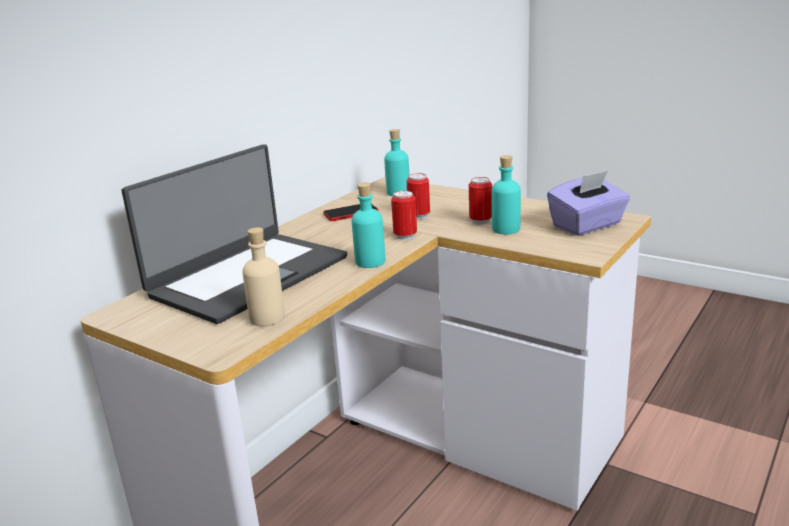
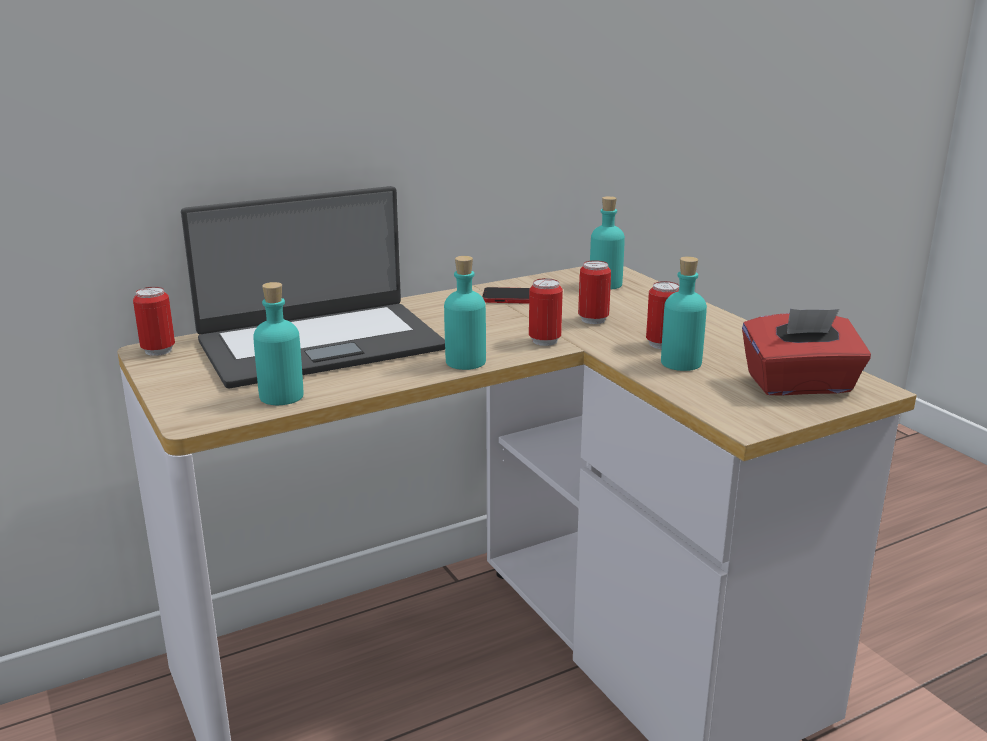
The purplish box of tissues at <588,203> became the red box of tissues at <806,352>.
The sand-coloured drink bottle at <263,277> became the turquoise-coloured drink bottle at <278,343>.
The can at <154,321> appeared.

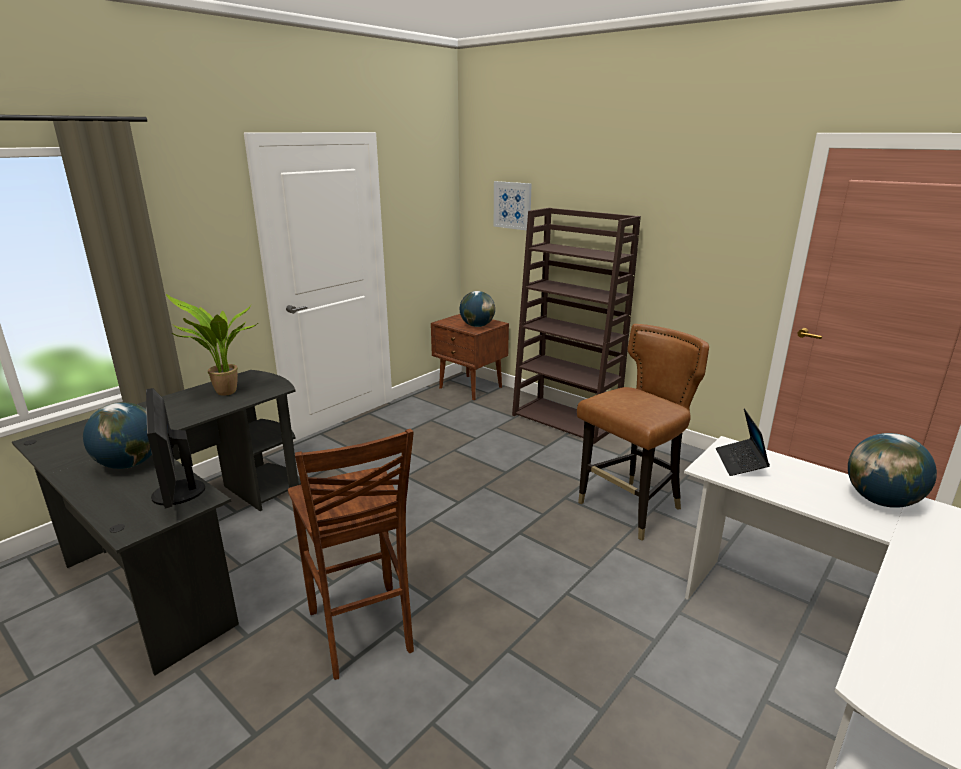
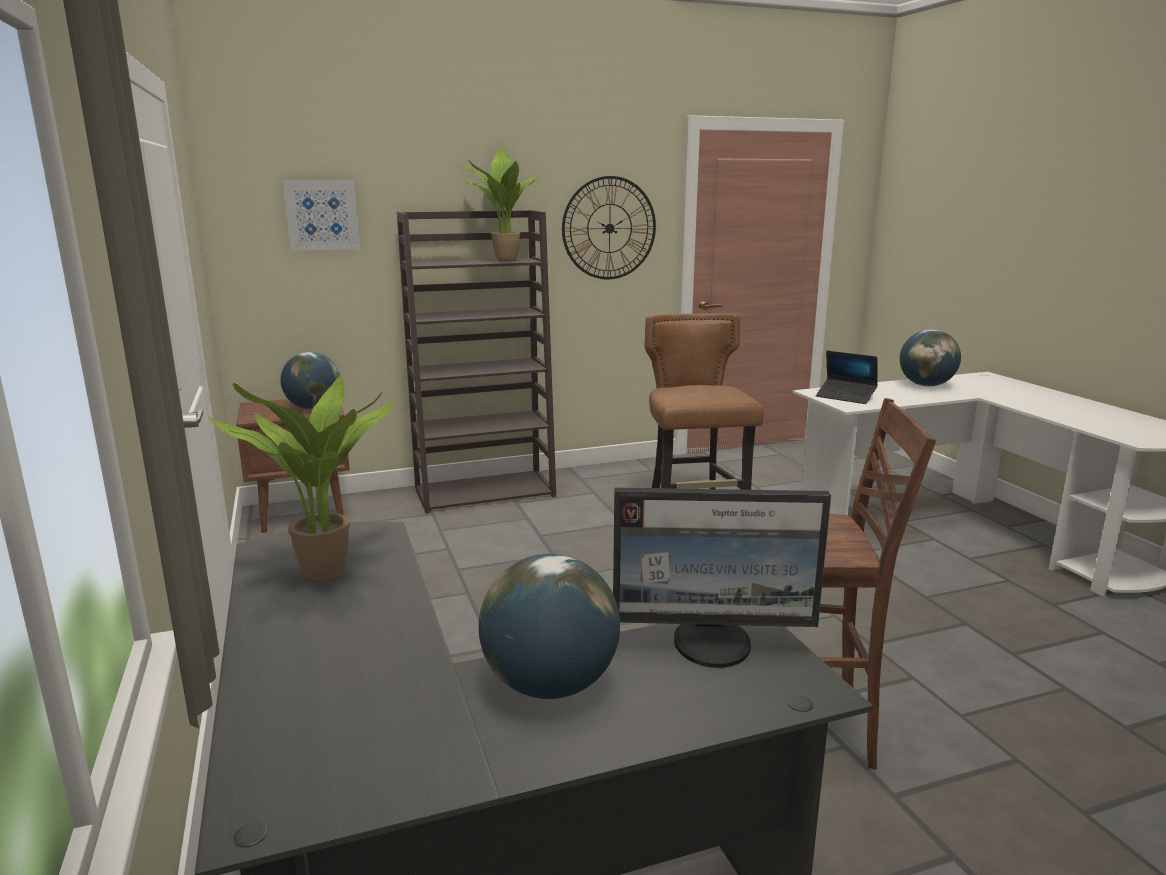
The potted plant at <501,204> appeared.
The wall clock at <609,227> appeared.

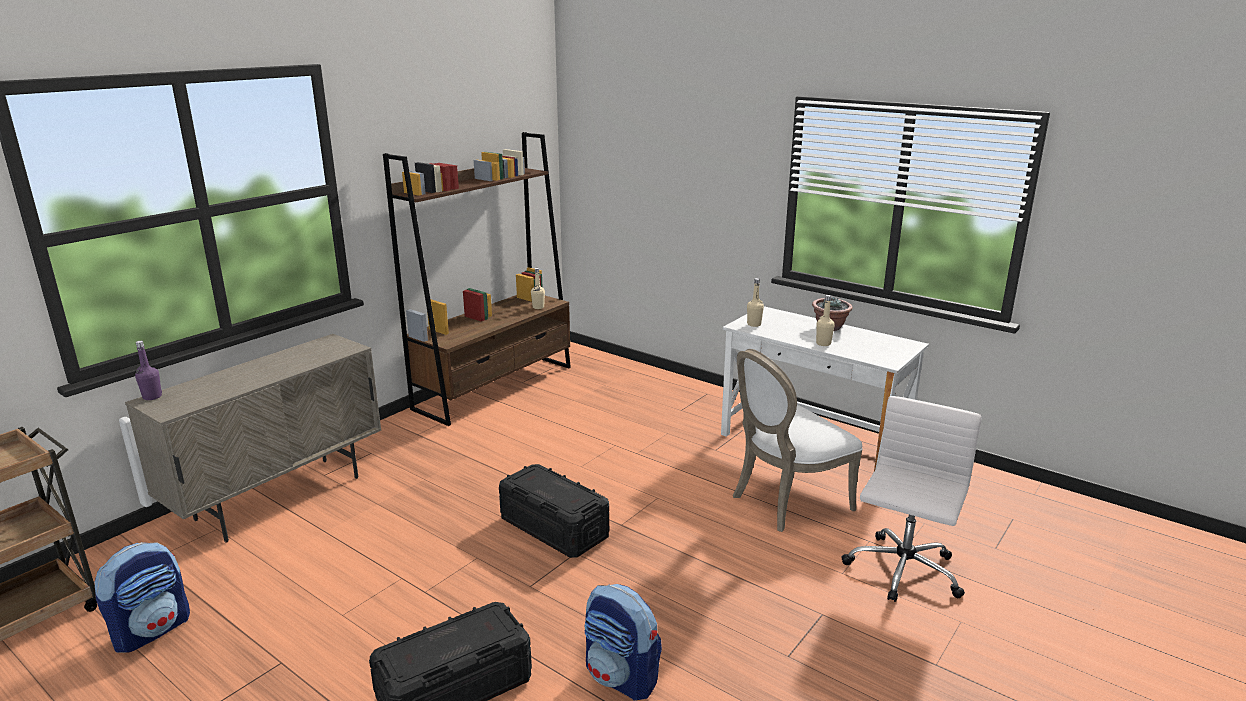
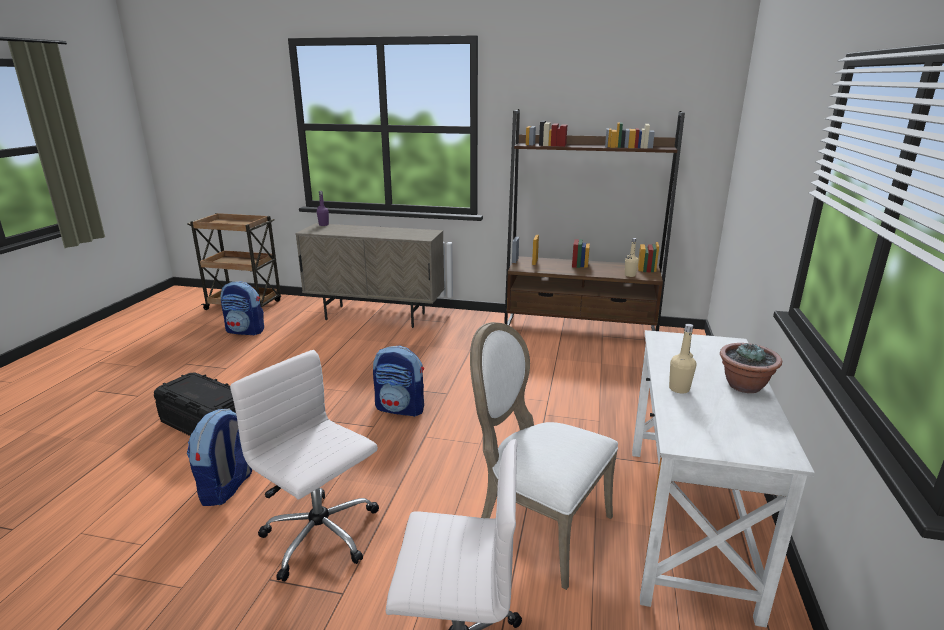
The sand-coloured drink bottle at <755,302> disappeared.
The black-coloured storage container at <554,511> was replaced by the knapsack at <398,381>.
The white office chair at <304,466> appeared.

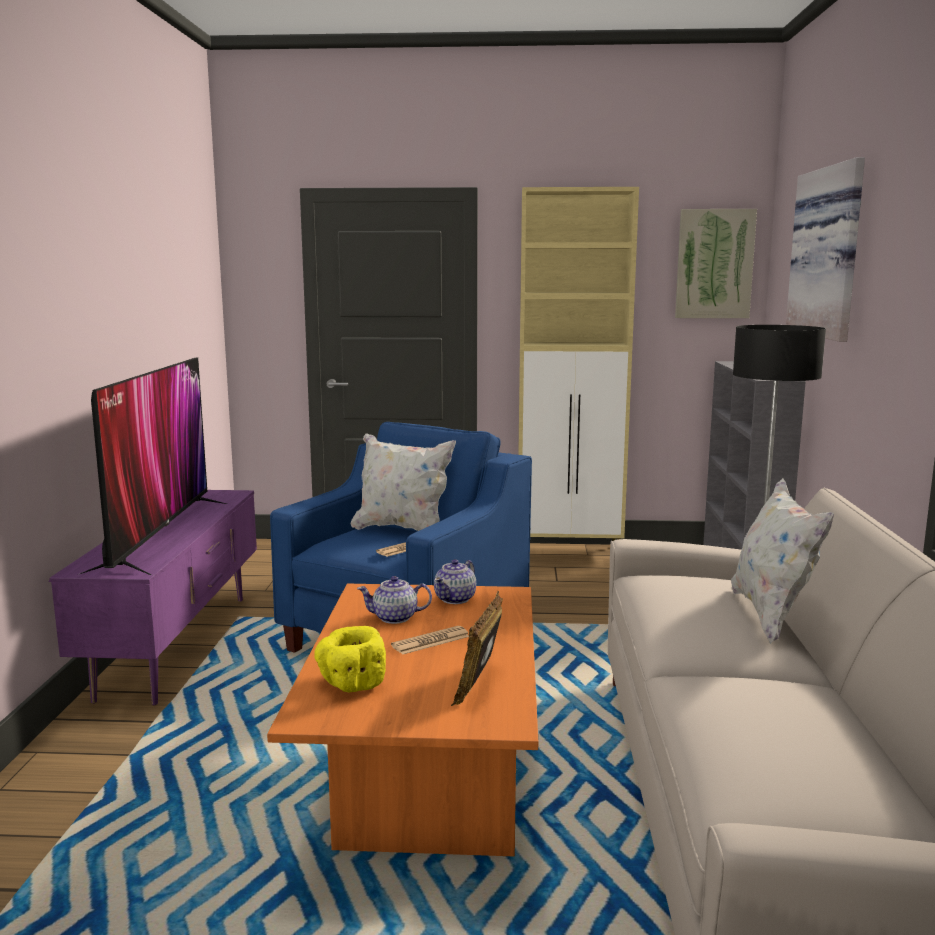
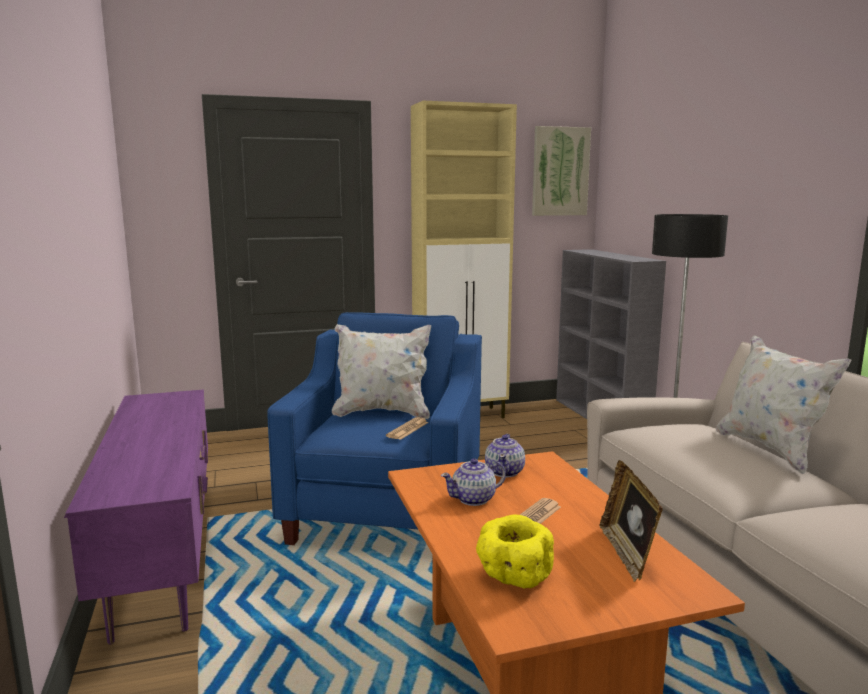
The wall art at <825,249> disappeared.
The TV set at <152,466> disappeared.

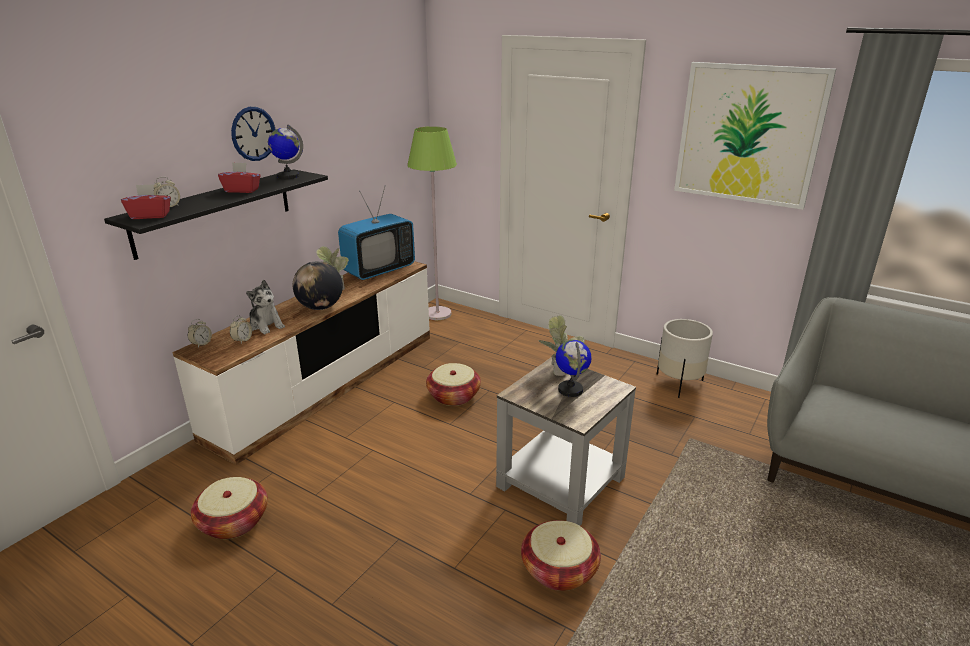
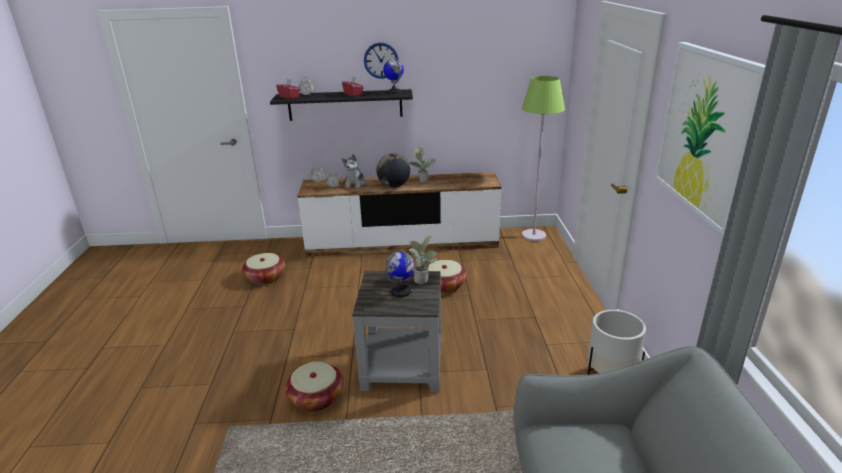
The TV set at <376,232> disappeared.

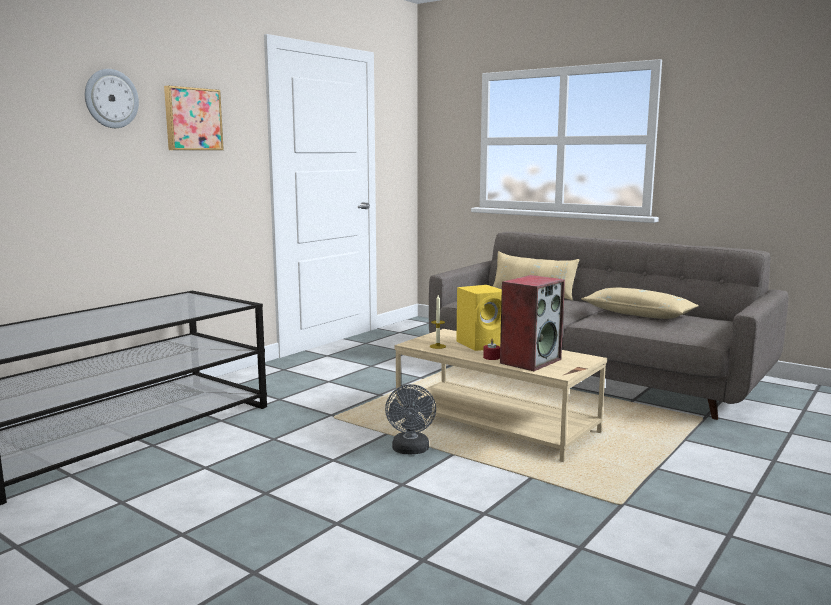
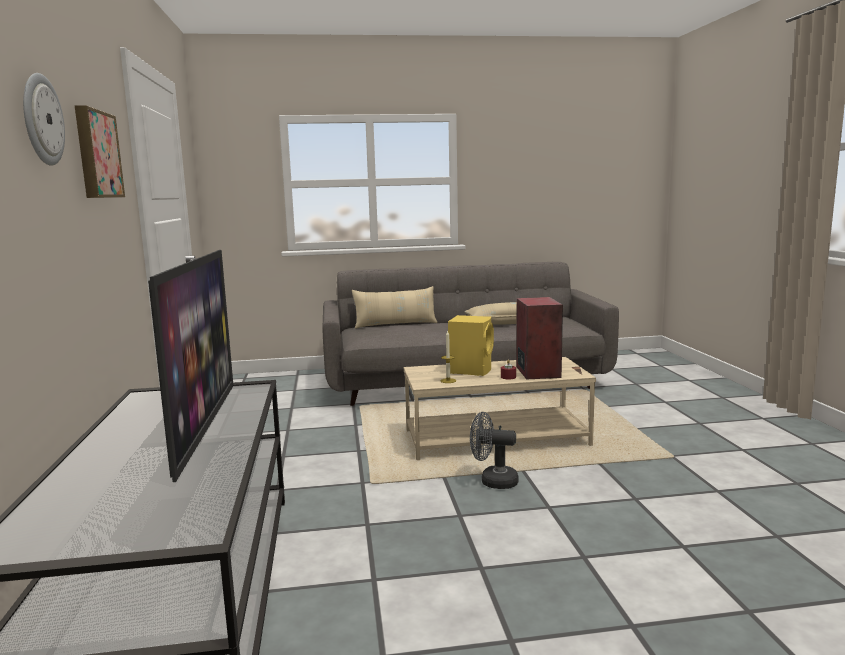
The grey fan at <410,419> turned 150 degrees clockwise.
The TV set at <191,366> appeared.

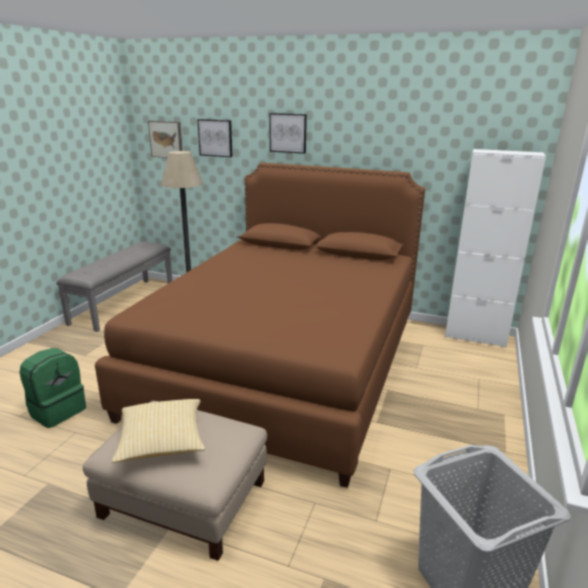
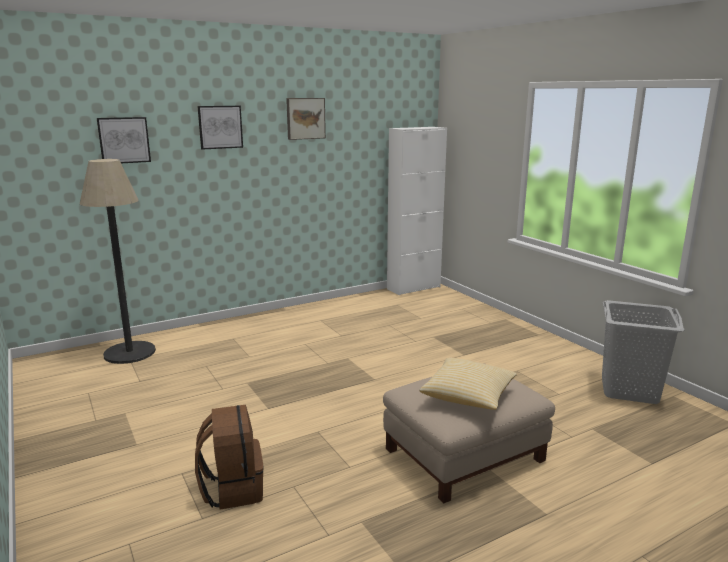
The wall art moved from <165,139> to <306,119>.
The brownish sleeping bed at <260,325> disappeared.
The grey long seat at <114,287> disappeared.
The green-coloured knapsack at <53,388> became the brownish knapsack at <229,457>.

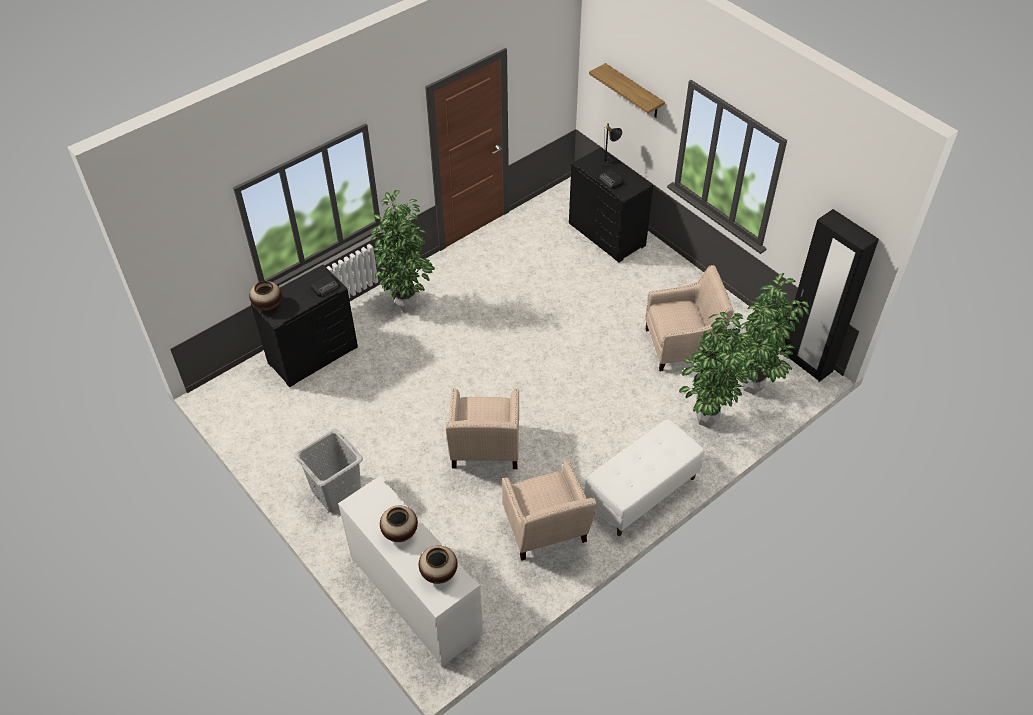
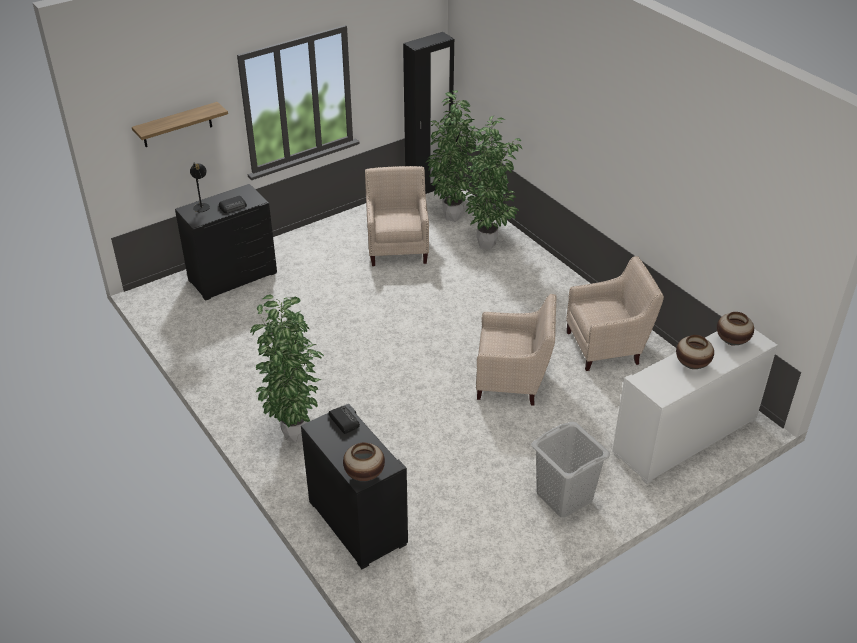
The white long seat at <644,477> disappeared.

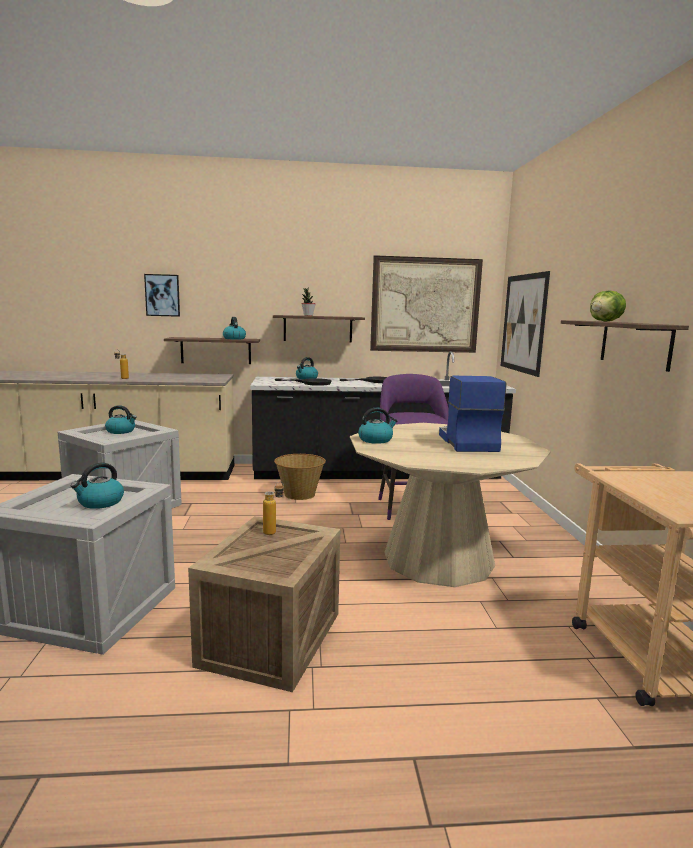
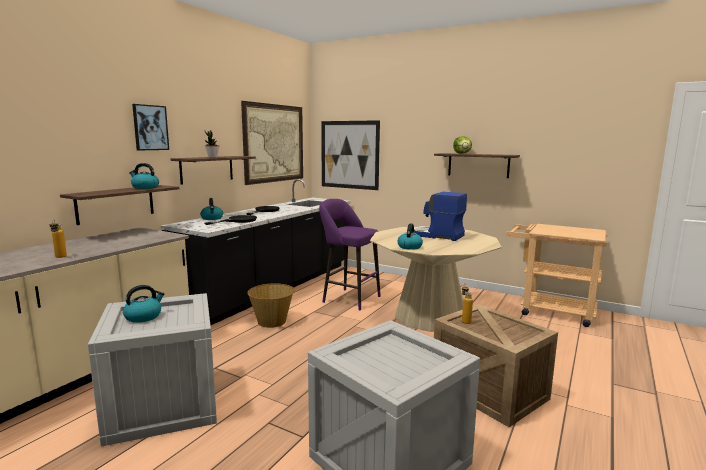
The wall art moved from <162,295> to <150,127>.
The tea kettle at <97,485> disappeared.

